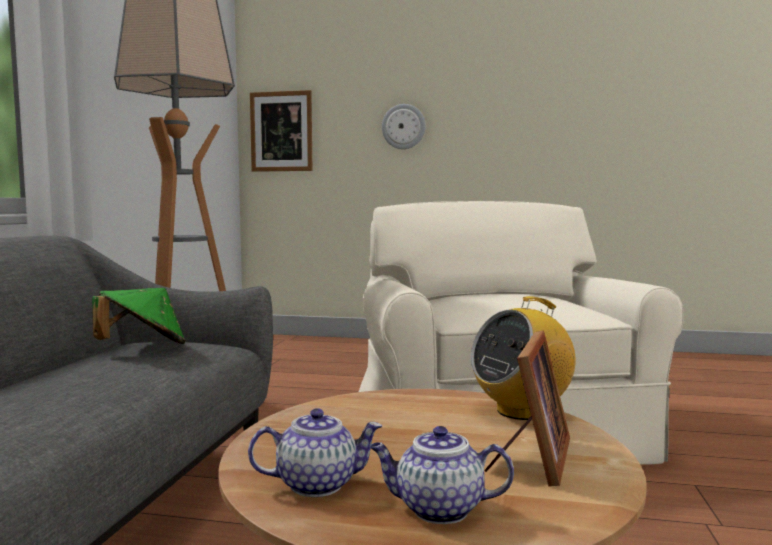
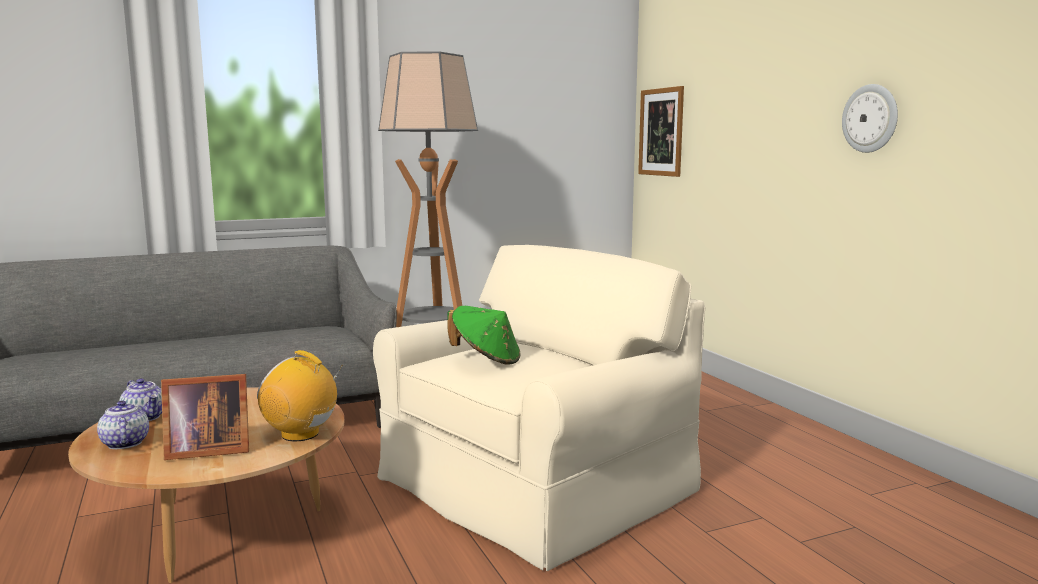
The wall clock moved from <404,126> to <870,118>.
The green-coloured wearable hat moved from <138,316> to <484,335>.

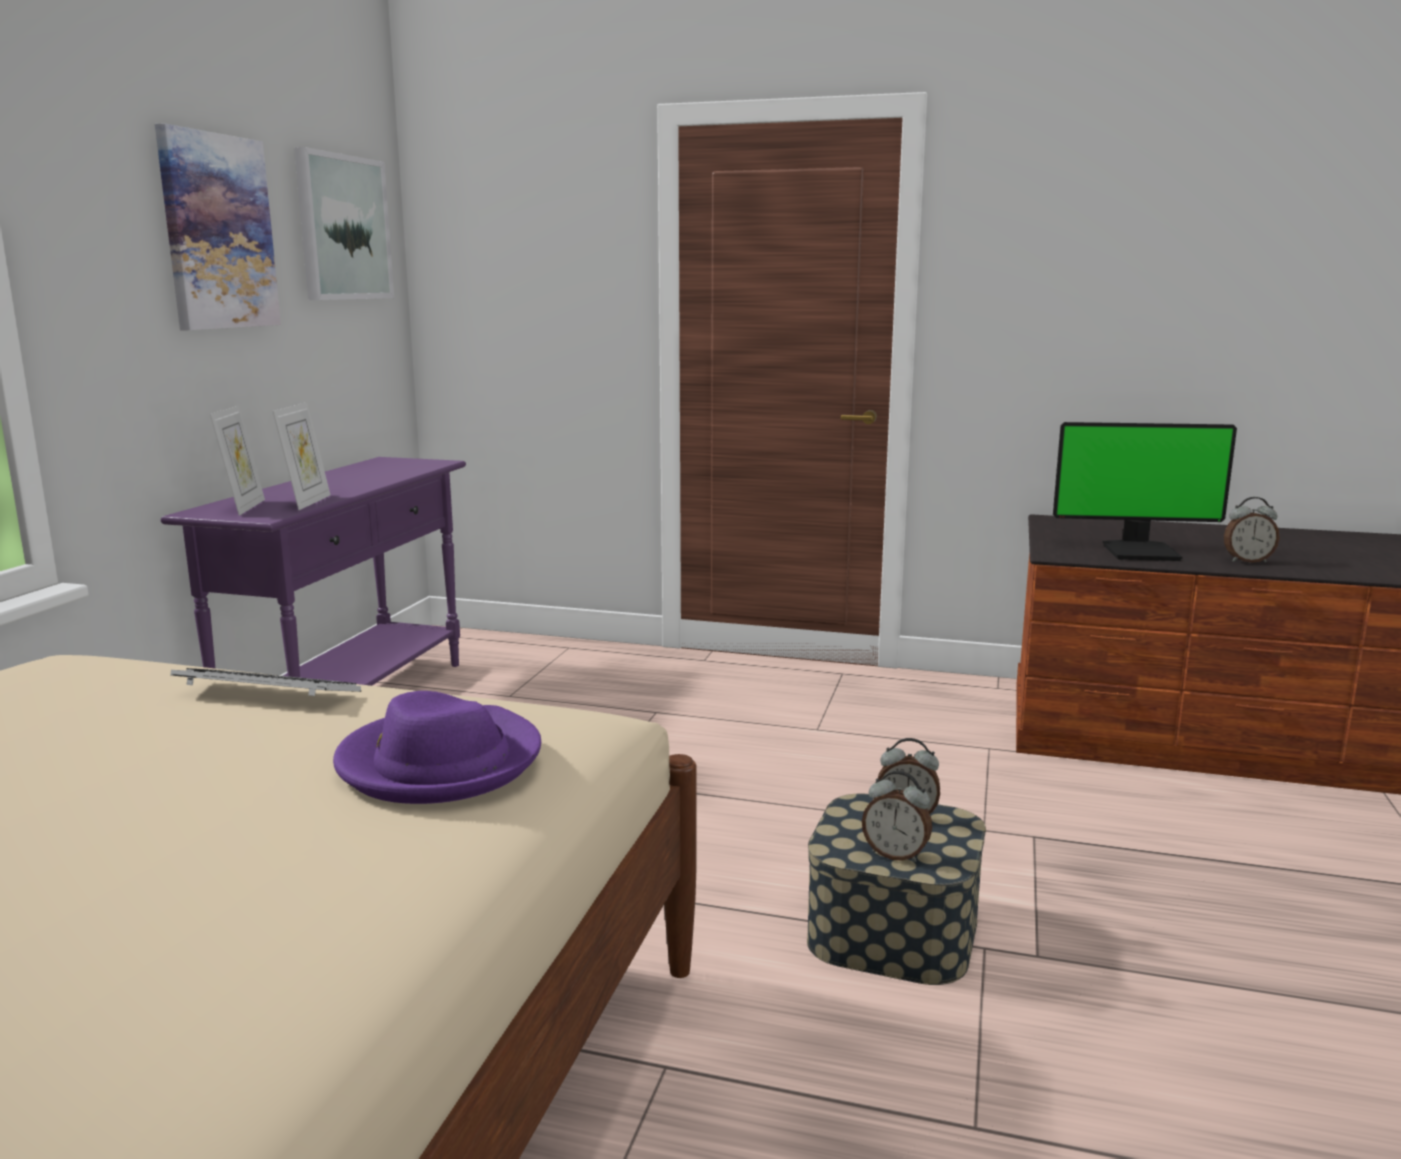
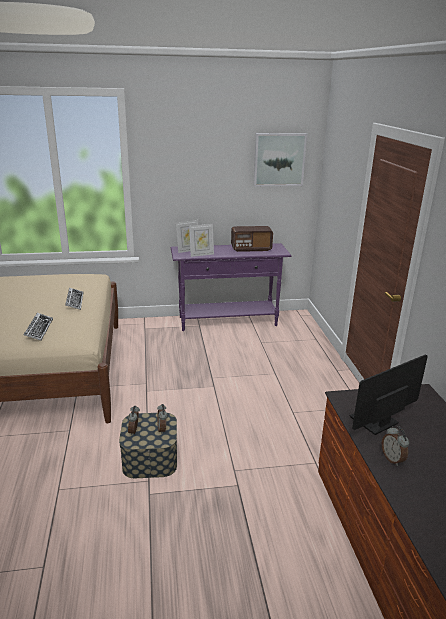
The wall art at <218,227> disappeared.
The computer display at <1145,491> turned 75 degrees clockwise.
The purplish wearable hat at <437,747> was replaced by the keyboard at <38,326>.
The radio receiver at <252,239> appeared.

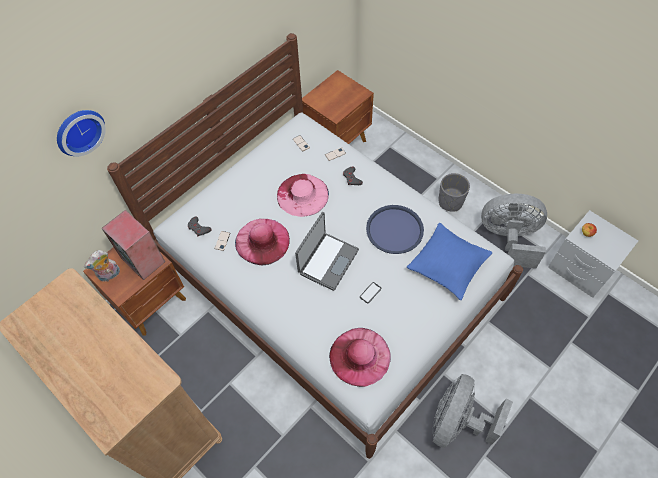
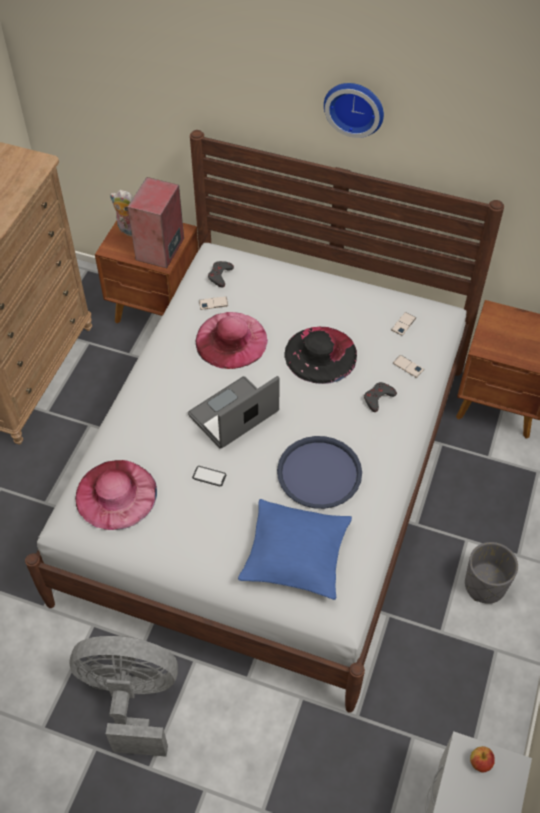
The wall clock moved from <81,133> to <354,110>.
The pinkish wearable hat at <303,195> became the black-coloured wearable hat at <320,355>.
The grey fan at <514,231> disappeared.
The laptop at <327,251> turned 135 degrees clockwise.

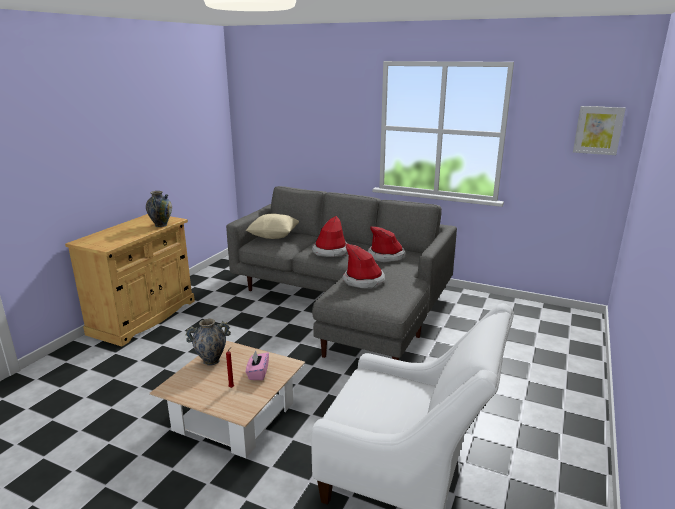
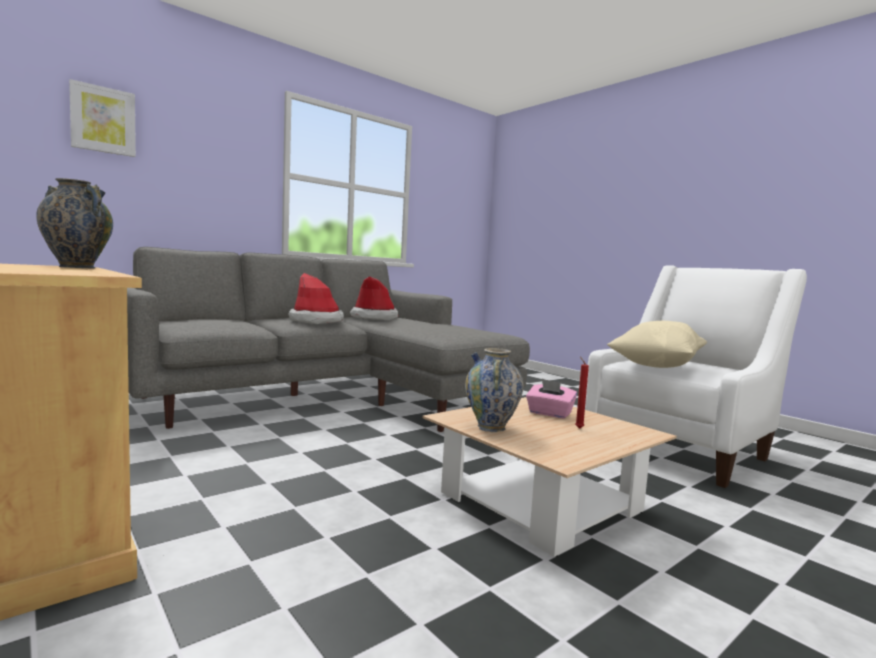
The wall art moved from <599,130> to <102,118>.
The sand-coloured throw pillow moved from <272,226> to <657,344>.
The wearable hat at <364,266> disappeared.

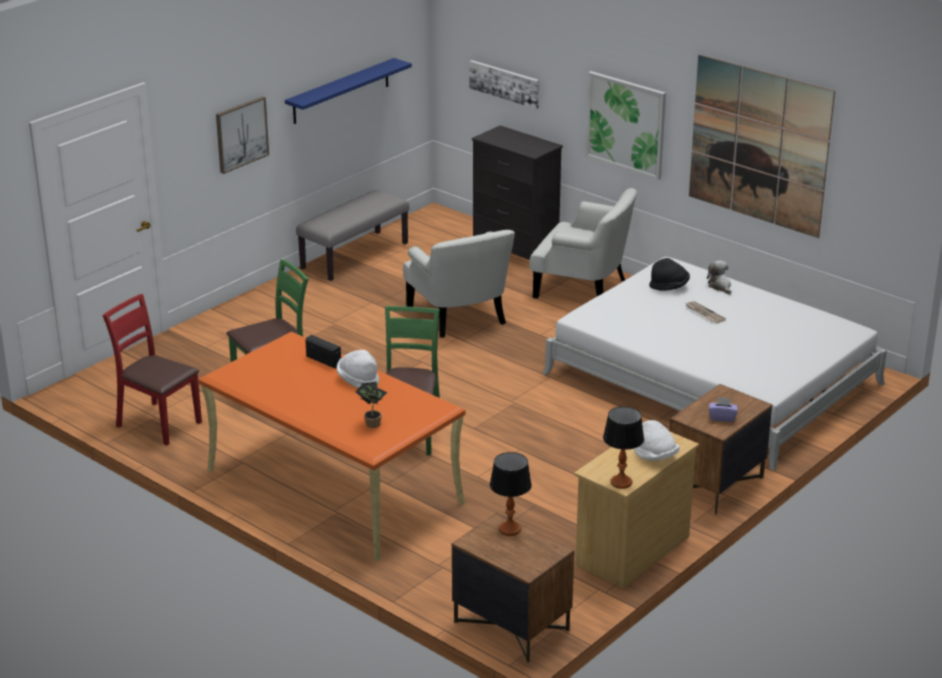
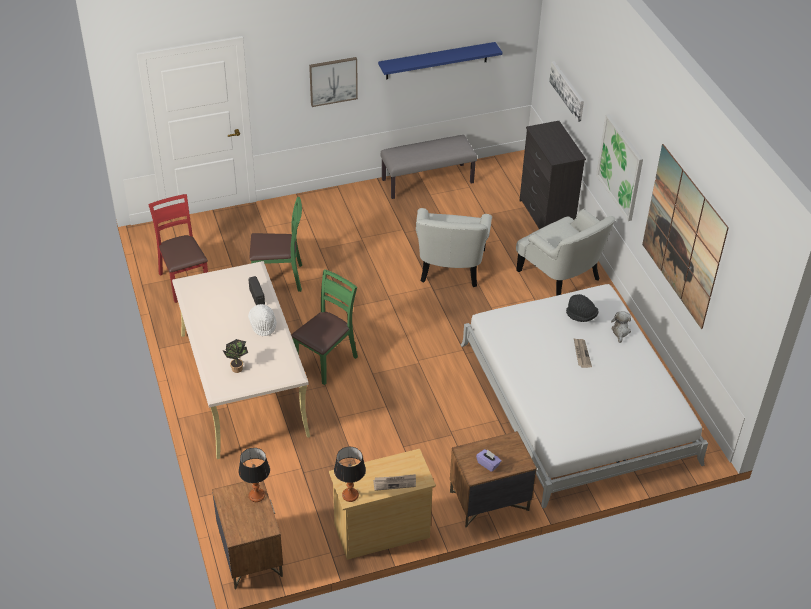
The orange desk table at <332,446> became the sand-coloured desk table at <241,360>.
The white wearable hat at <657,440> was replaced by the newspaper at <394,482>.

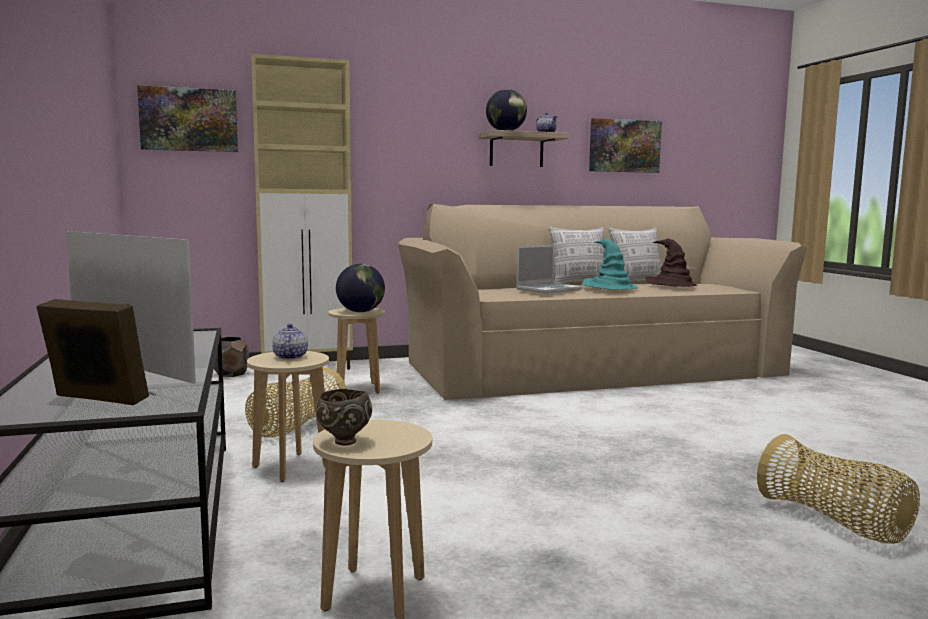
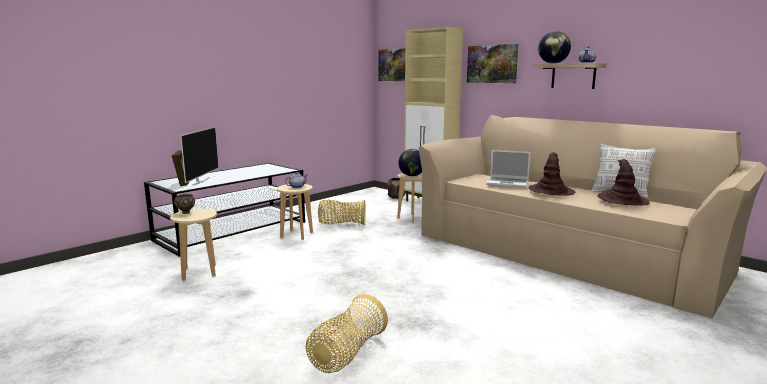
The wall art moved from <625,145> to <493,63>.
The throw pillow at <576,255> disappeared.
The turquoise-coloured wearable hat at <610,264> became the brownish wearable hat at <551,174>.

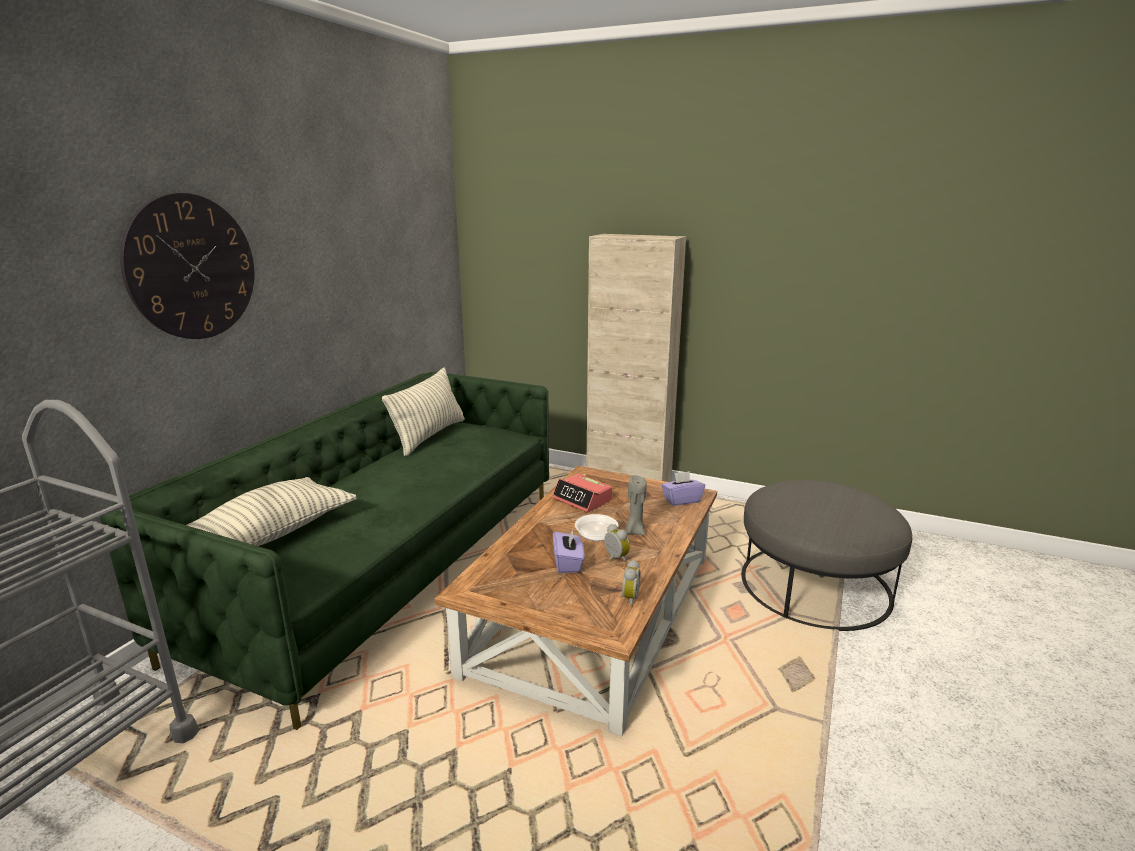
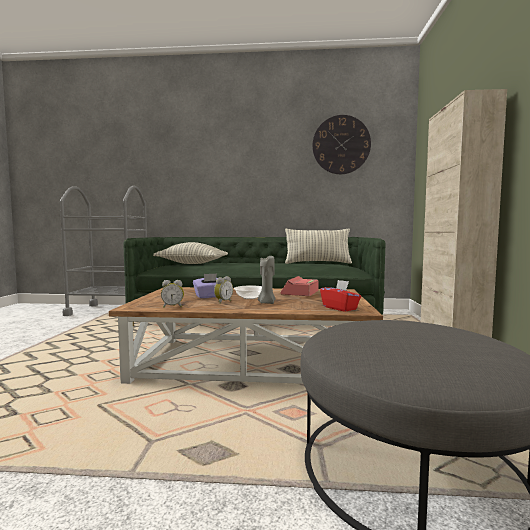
The wall clock moved from <187,266> to <341,144>.
The purplish box of tissues at <683,488> became the red box of tissues at <340,296>.

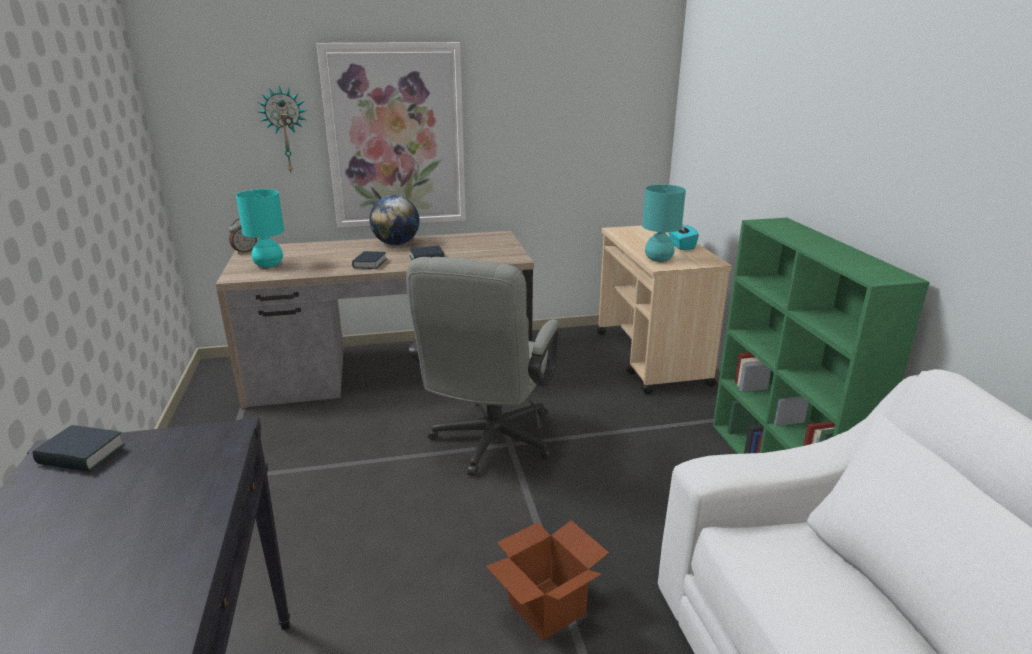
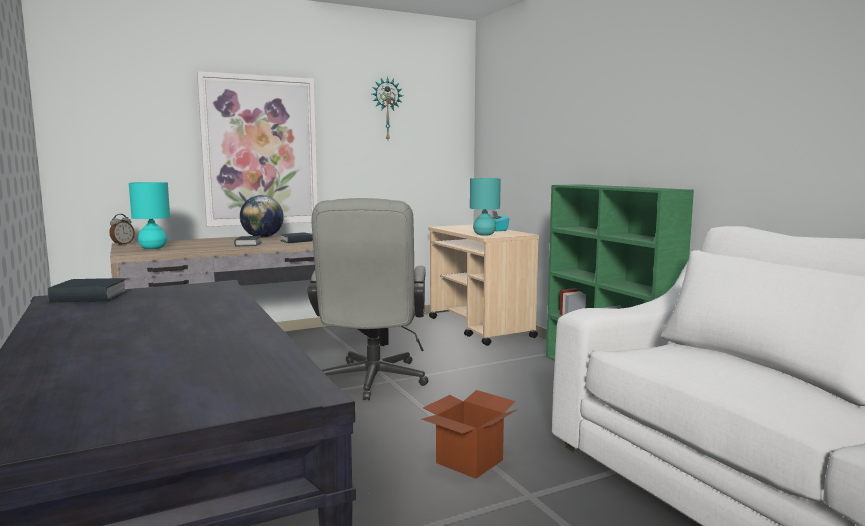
The wall clock moved from <282,129> to <387,108>.

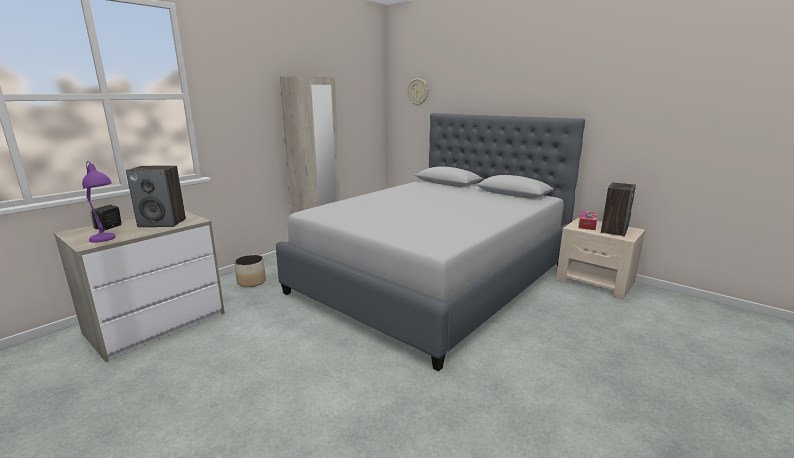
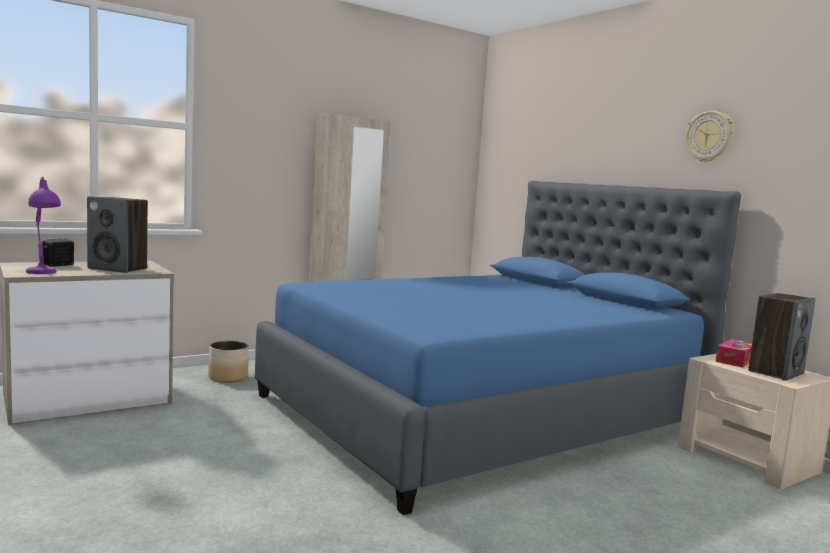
The wall clock moved from <418,92> to <709,136>.
The grey sleeping bed at <430,242> became the blue sleeping bed at <497,348>.

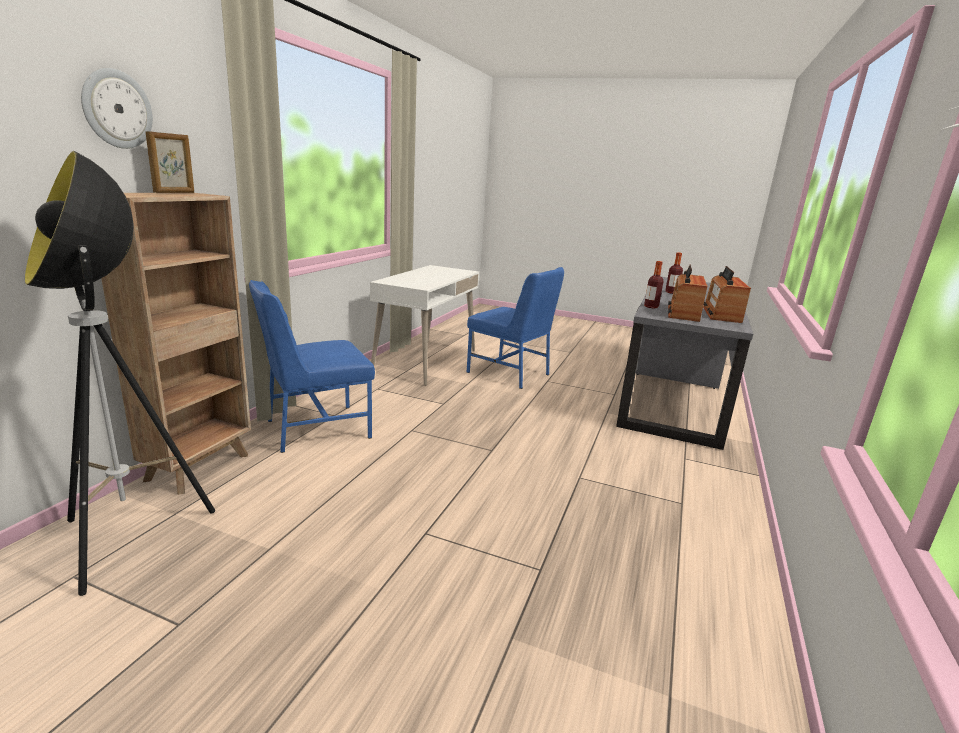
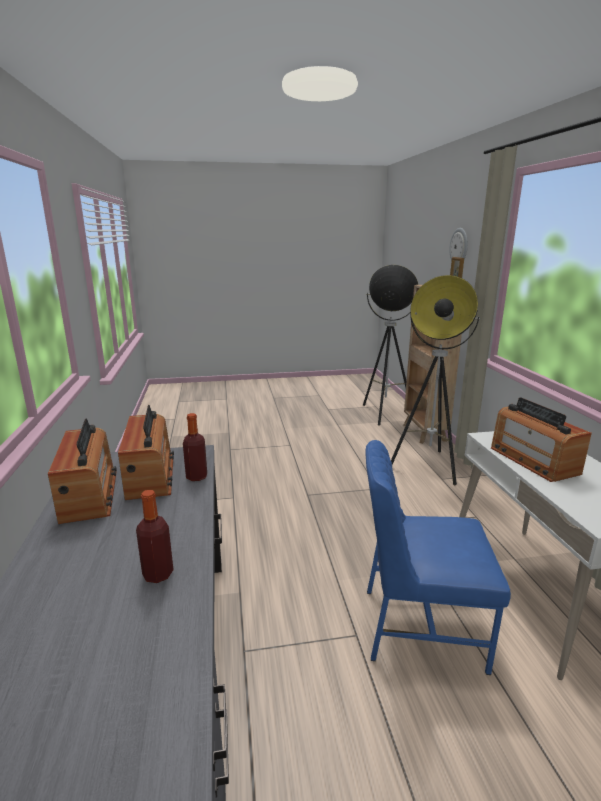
The blue upright chair at <312,366> was replaced by the floor lamp at <435,380>.
The radio receiver at <541,439> appeared.

